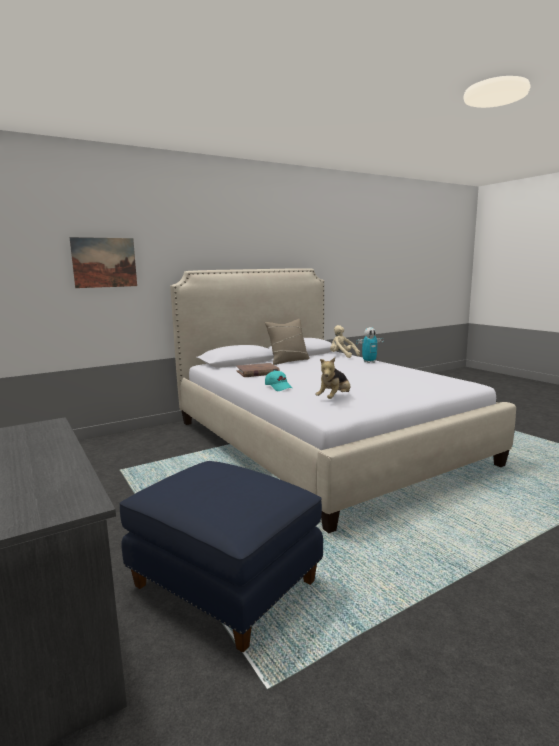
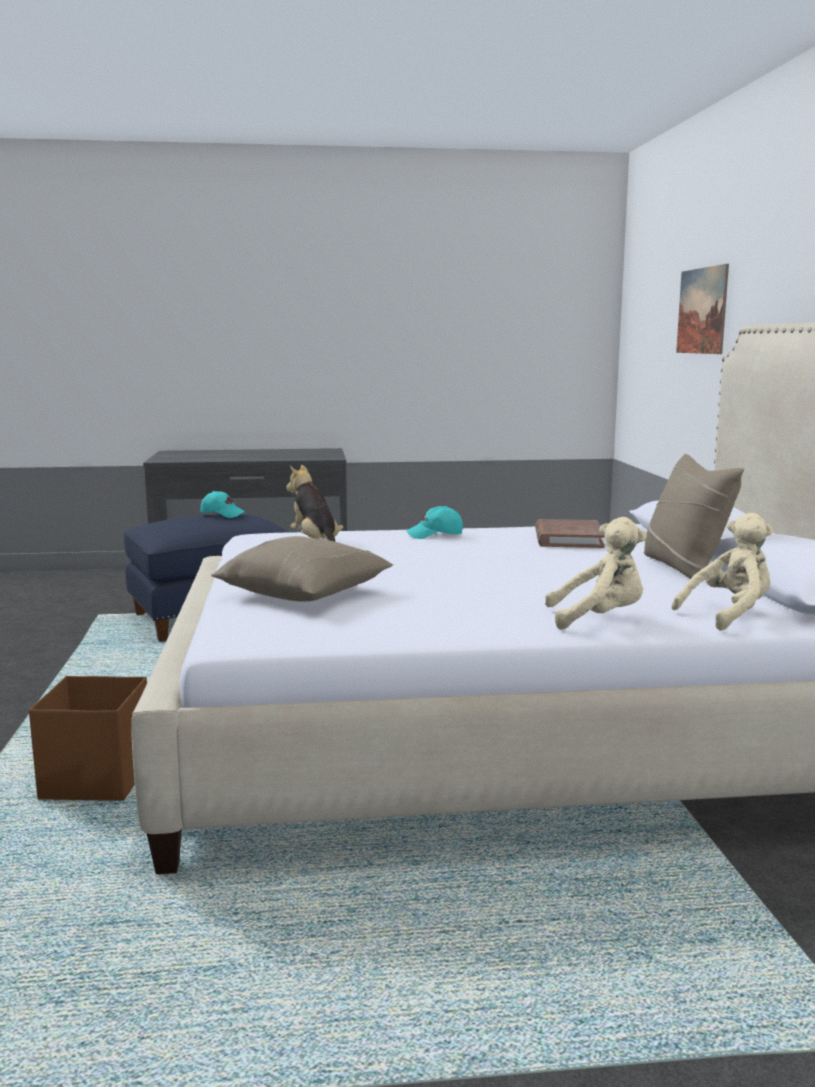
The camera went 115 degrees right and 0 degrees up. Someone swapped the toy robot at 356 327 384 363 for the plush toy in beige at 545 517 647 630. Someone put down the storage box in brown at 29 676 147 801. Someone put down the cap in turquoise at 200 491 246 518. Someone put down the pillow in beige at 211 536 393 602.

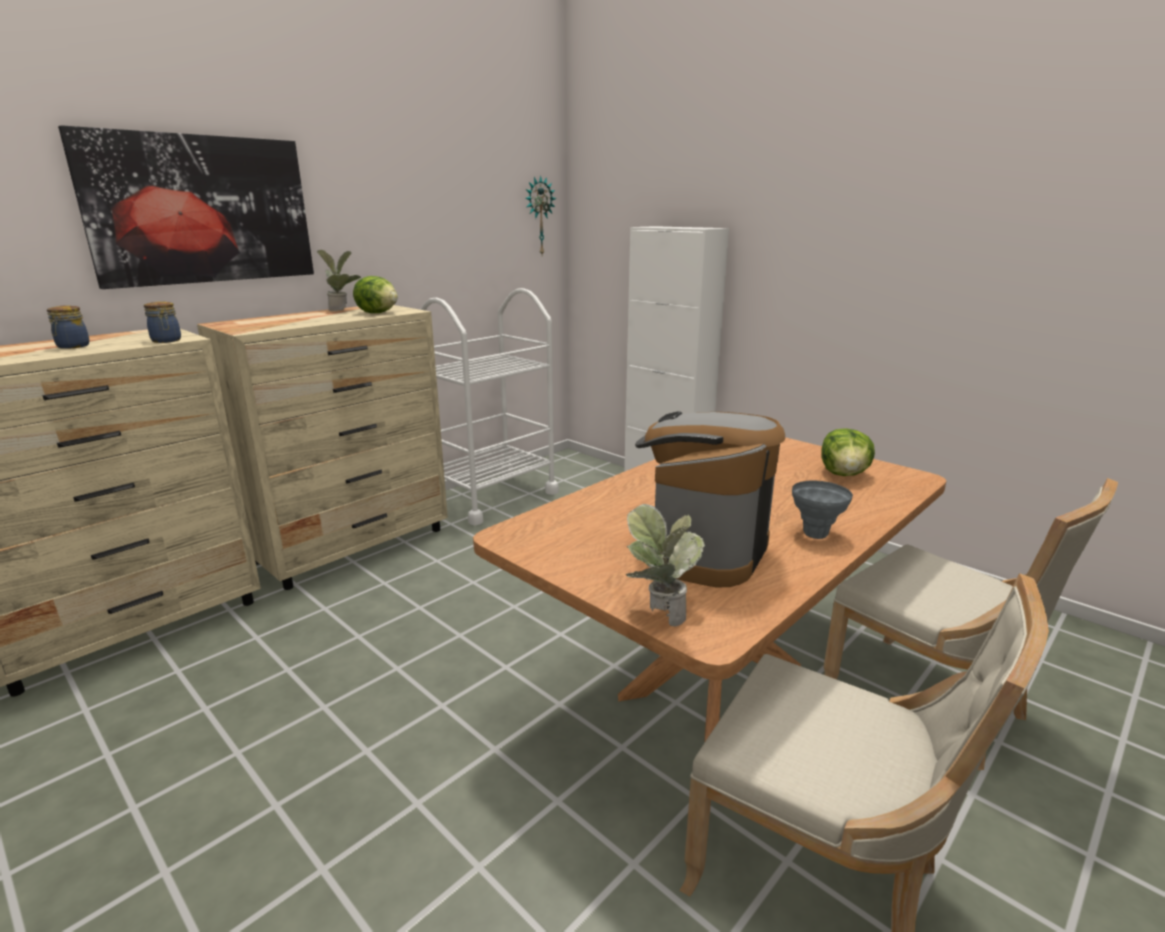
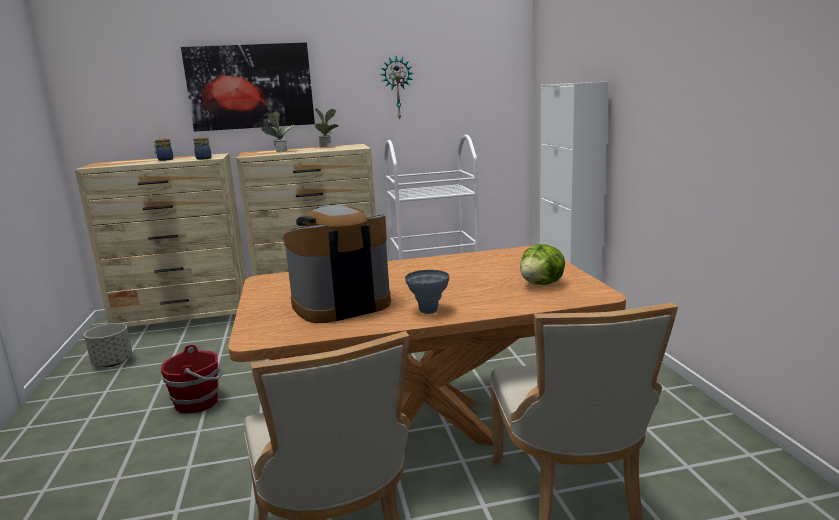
The camera went 35 degrees right and 5 degrees down. Someone took away the lettuce at 353 276 398 313. Someone carried the wall clock from 525 175 556 255 to 380 56 413 119. Someone carried the potted plant from 626 504 705 626 to 261 111 295 152. Someone put down the planter in grey at 84 323 132 367. Someone put down the bucket in red at 161 345 223 413.

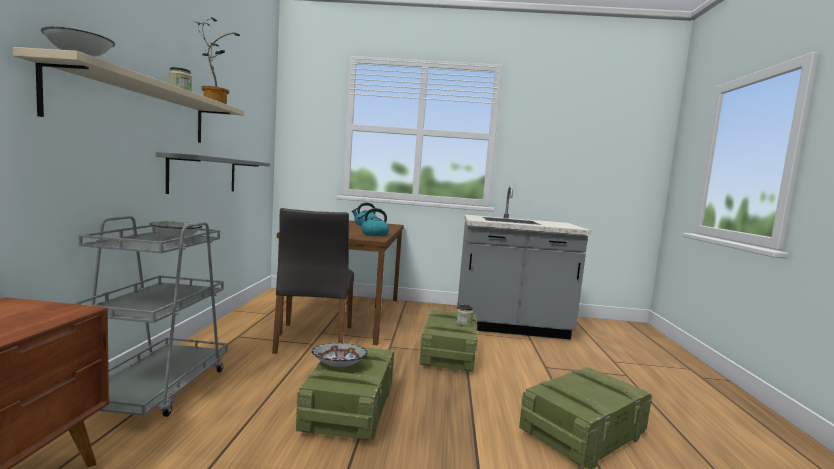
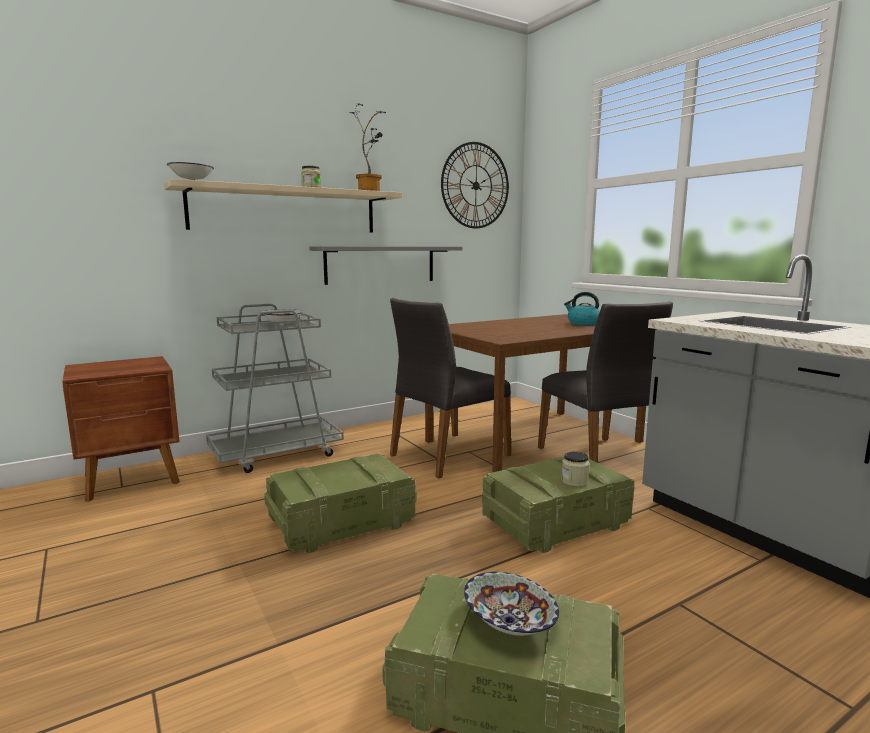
The camera went 55 degrees right and 5 degrees up. Someone carried the bowl from 312 343 367 367 to 464 572 559 636. Someone took away the kettle at 358 208 389 236. Someone put up the wall clock at 441 142 509 228. Someone put down the chair in grey at 538 301 673 463.

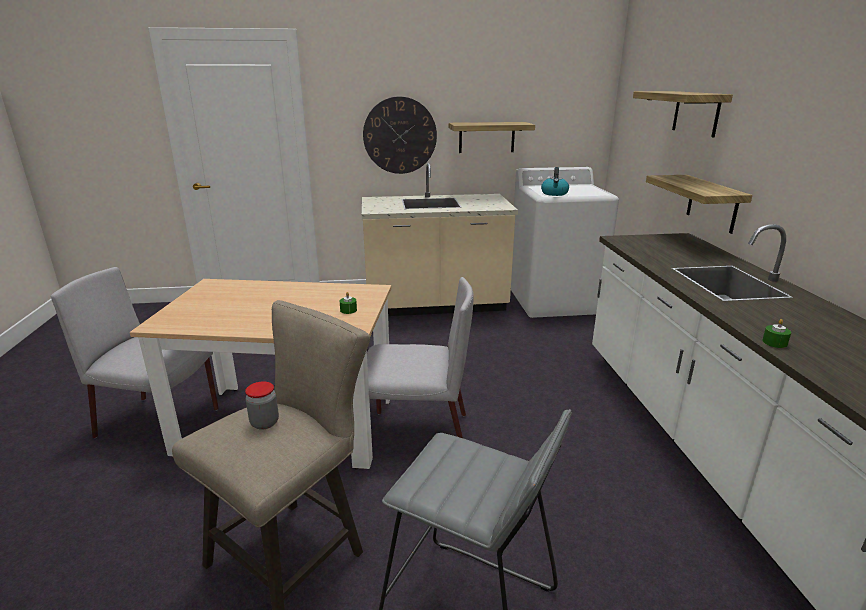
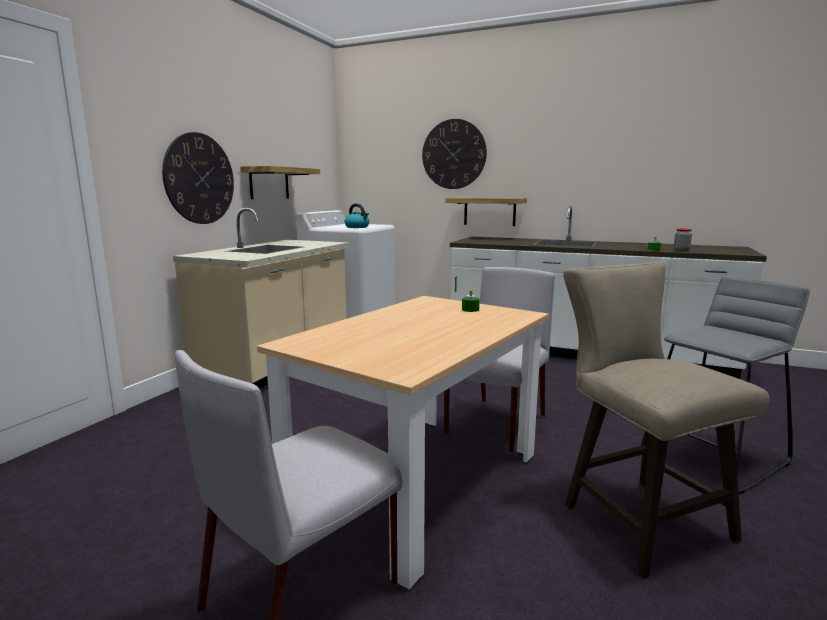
The camera went 60 degrees left and 10 degrees down. Someone carried the jar from 245 381 279 430 to 674 228 692 251. Someone swapped the shelf at 633 91 733 137 for the wall clock at 422 119 487 189.

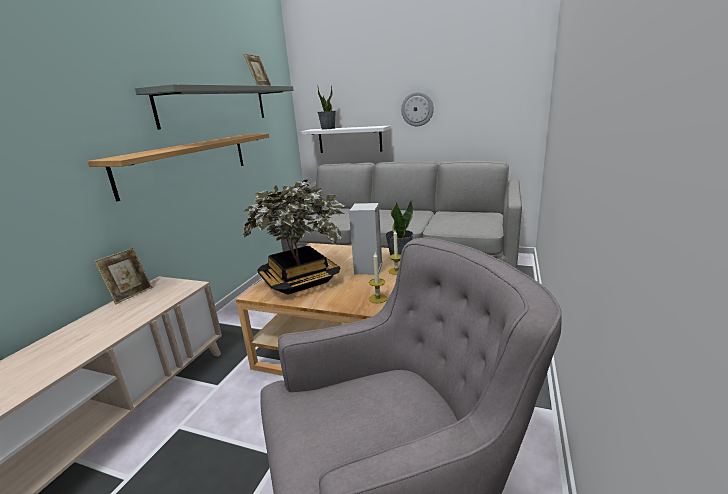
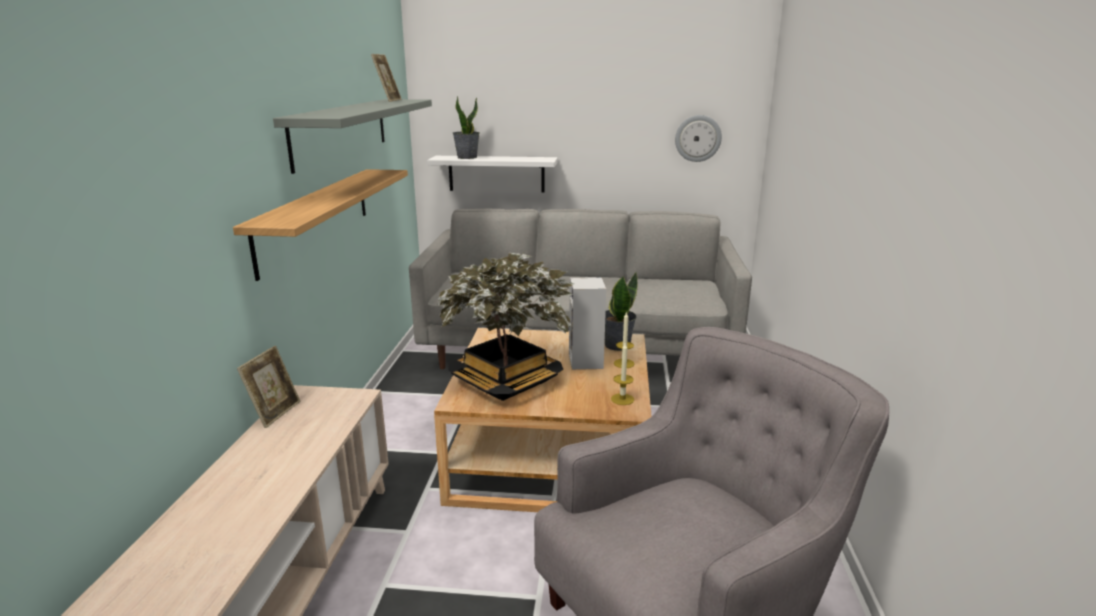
The camera went 15 degrees left and 0 degrees up. Someone carried the wall clock from 401 92 434 126 to 675 115 722 162.

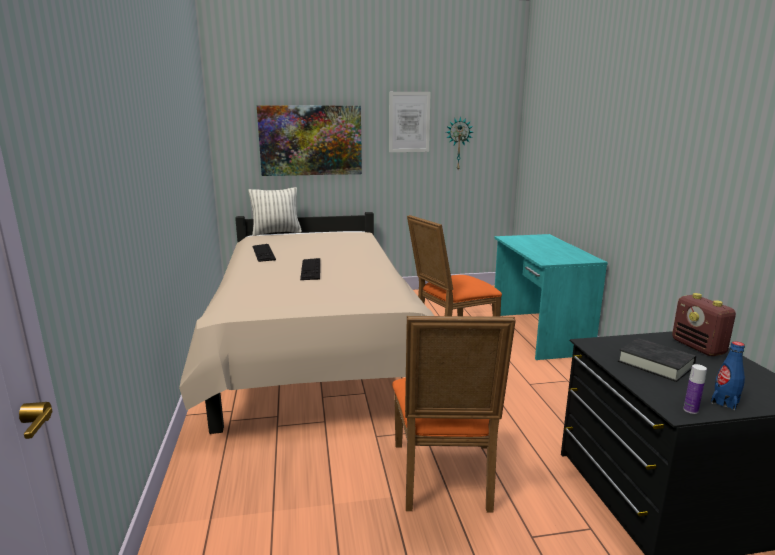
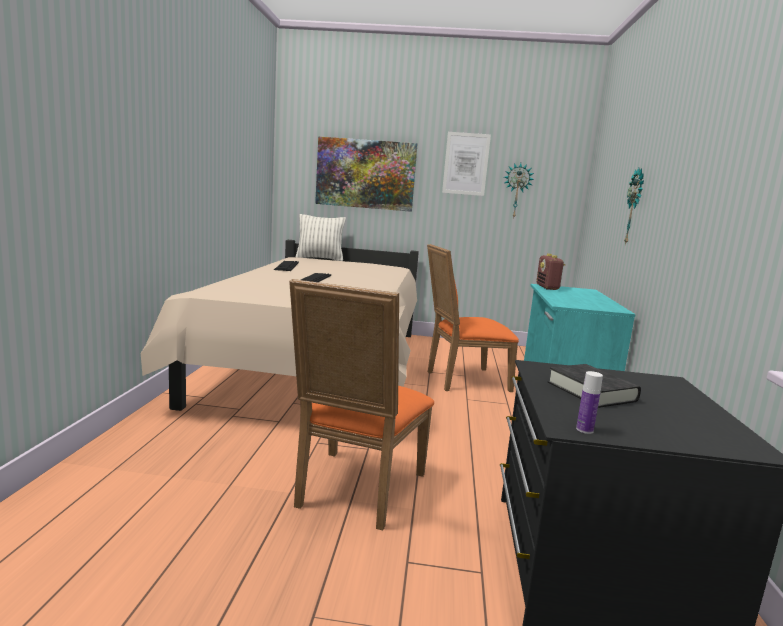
The camera went 15 degrees right and 5 degrees down. Someone carried the radio from 672 293 736 356 to 536 253 565 290. Someone took away the bottle in blue at 711 341 745 411. Someone put up the wall clock at 624 168 644 245.

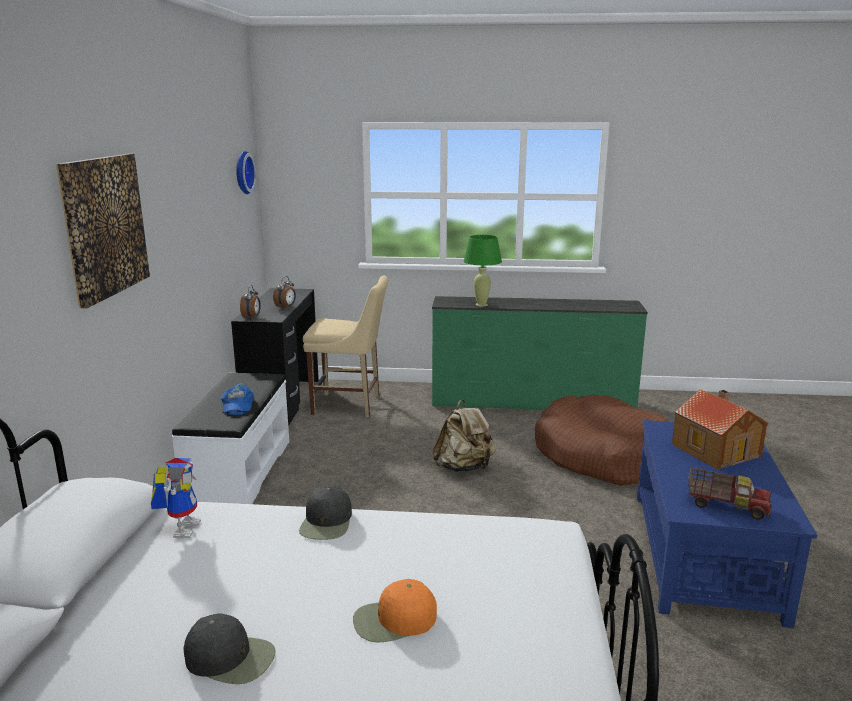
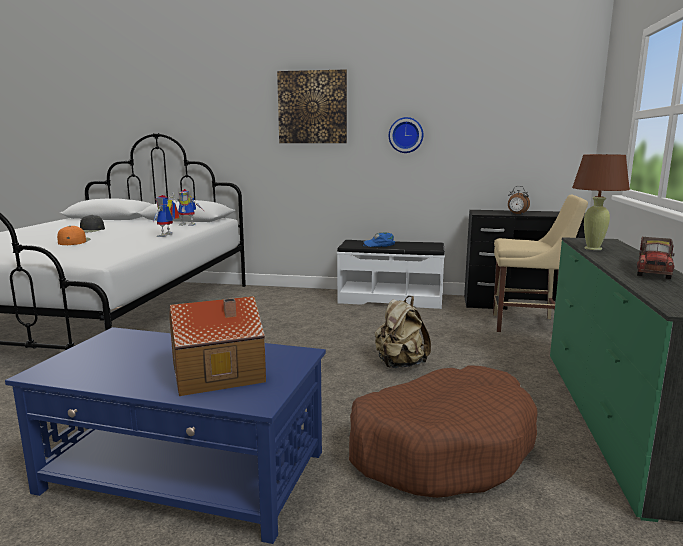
The camera went 95 degrees right and 5 degrees down. Someone carried the wall clock from 236 151 256 194 to 389 117 423 153. Someone took away the alarm clock at 240 285 261 320. Someone swapped the cap in black at 299 486 352 540 for the toy robot at 153 195 180 237. Someone rotated the chair in beige at 303 276 388 418 by 90 degrees counterclockwise. Someone repainted the table lamp in green at 464 235 502 307, which became the table lamp in brown at 572 154 630 250. Someone carried the toy truck from 688 468 771 520 to 637 237 675 279.

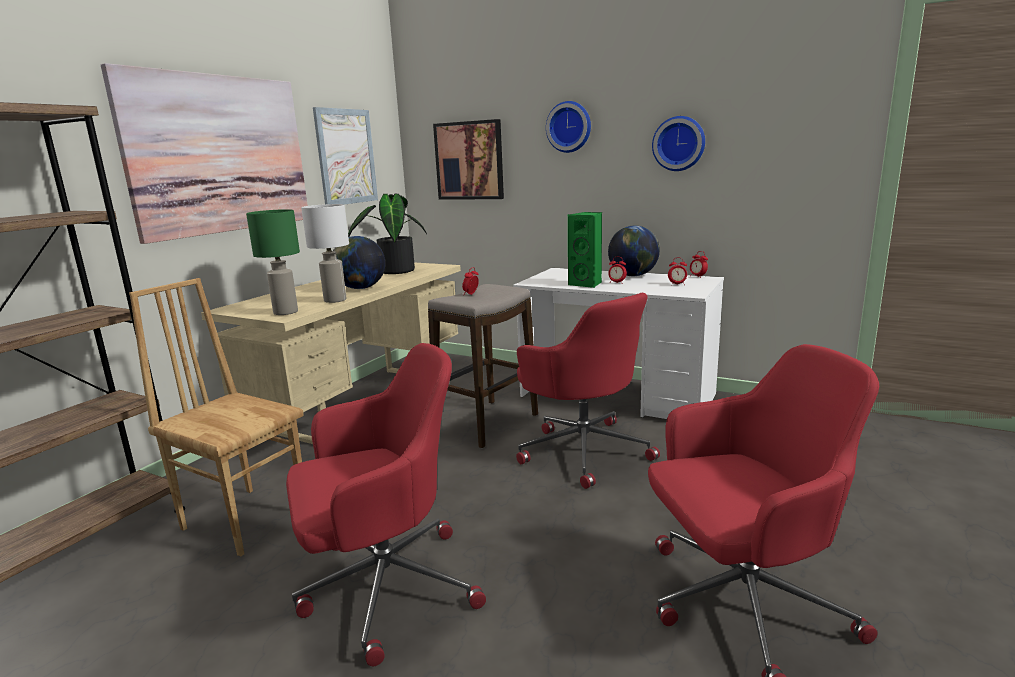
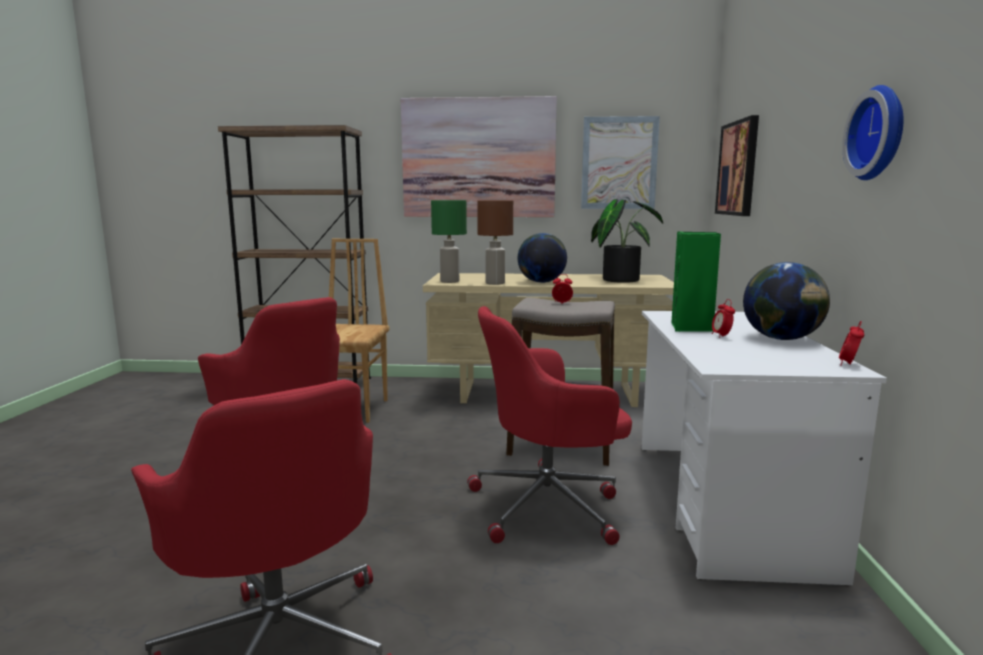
The camera went 65 degrees right and 5 degrees down. Someone repainted the table lamp in white at 301 204 349 303, which became the table lamp in brown at 477 200 513 285. Someone rotated the office chair in red at 516 293 660 489 by 45 degrees clockwise. Someone took away the wall clock at 546 101 591 153. Someone took away the alarm clock at 668 257 687 285.

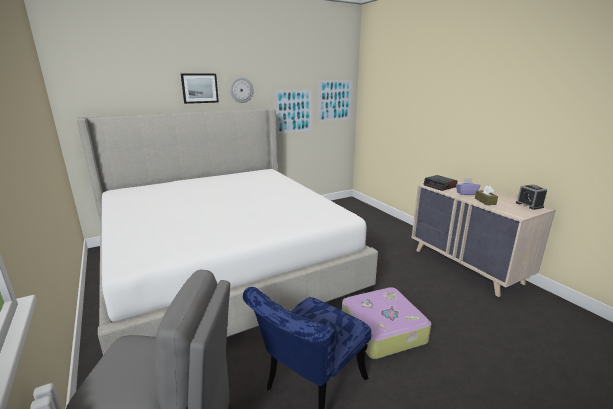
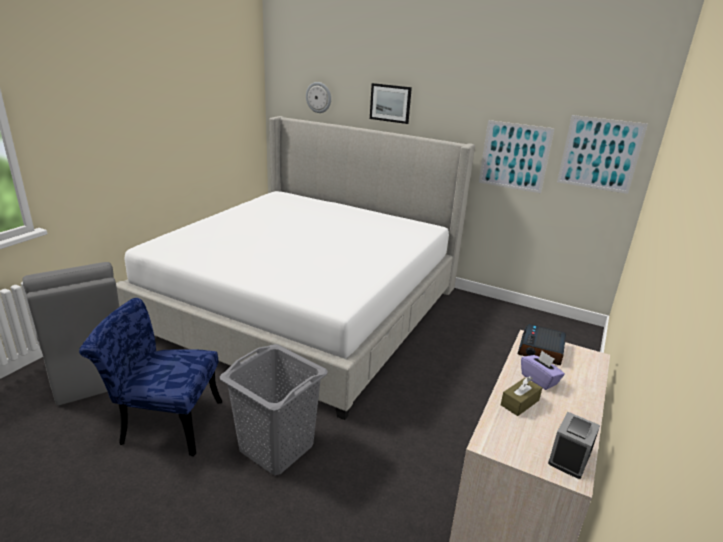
The camera went 55 degrees right and 5 degrees up. Someone carried the wall clock from 230 77 254 103 to 306 82 331 113. Someone swapped the suitcase at 342 287 431 359 for the laundry basket in grey at 220 344 328 475.

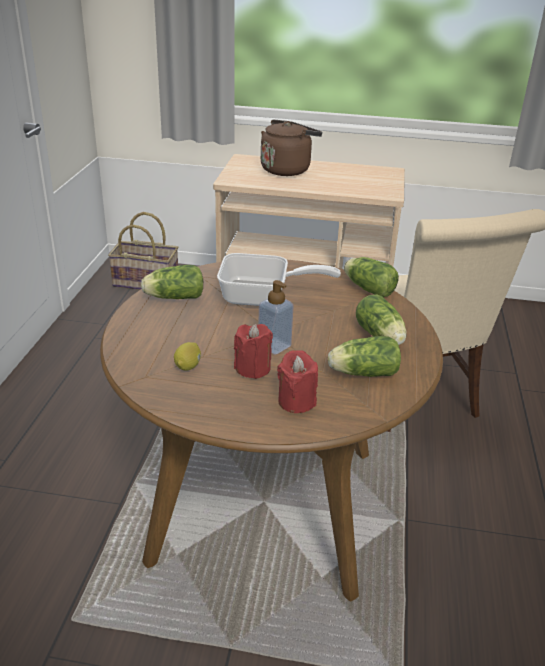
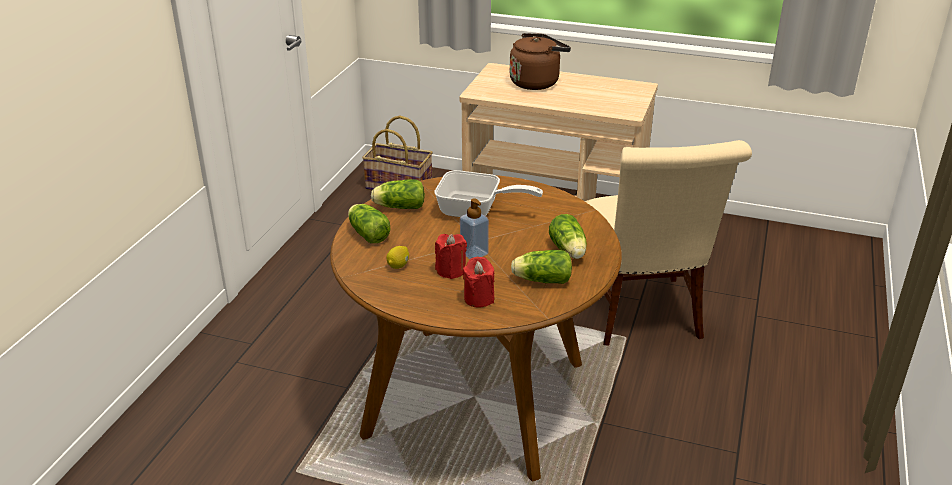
The camera went 10 degrees right and 0 degrees up. Someone carried the lettuce from 344 257 399 297 to 348 204 391 243.

